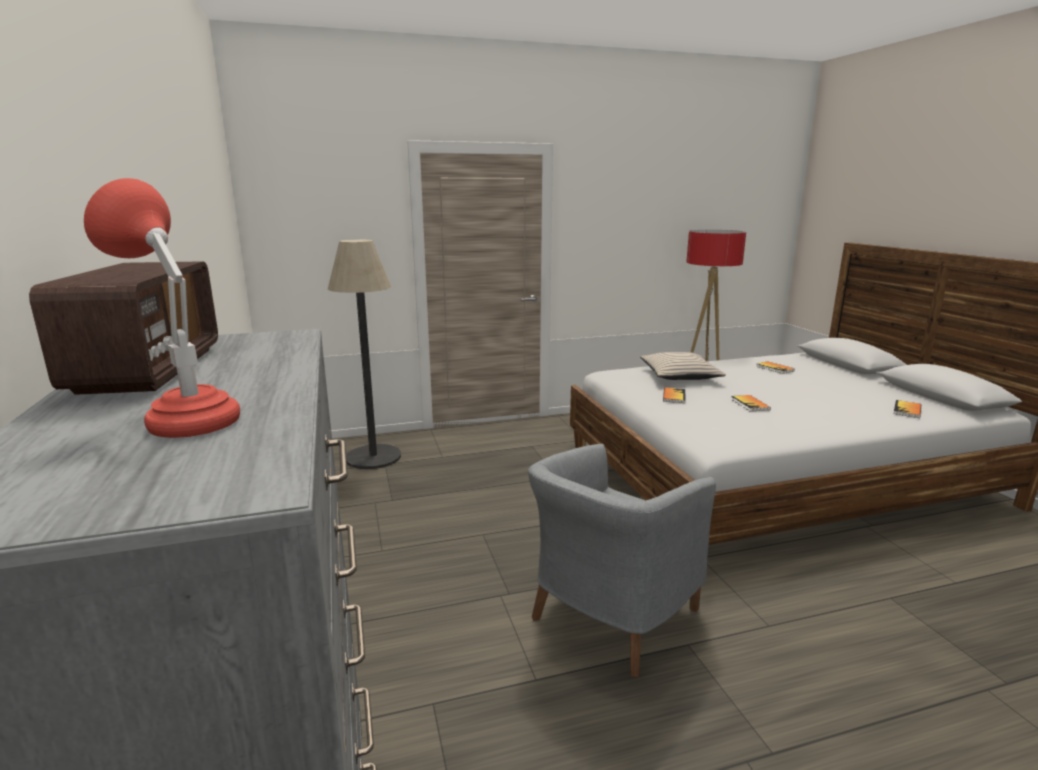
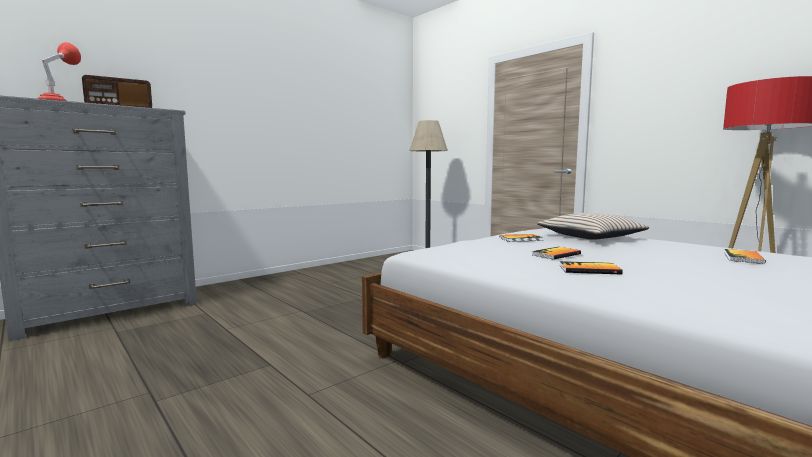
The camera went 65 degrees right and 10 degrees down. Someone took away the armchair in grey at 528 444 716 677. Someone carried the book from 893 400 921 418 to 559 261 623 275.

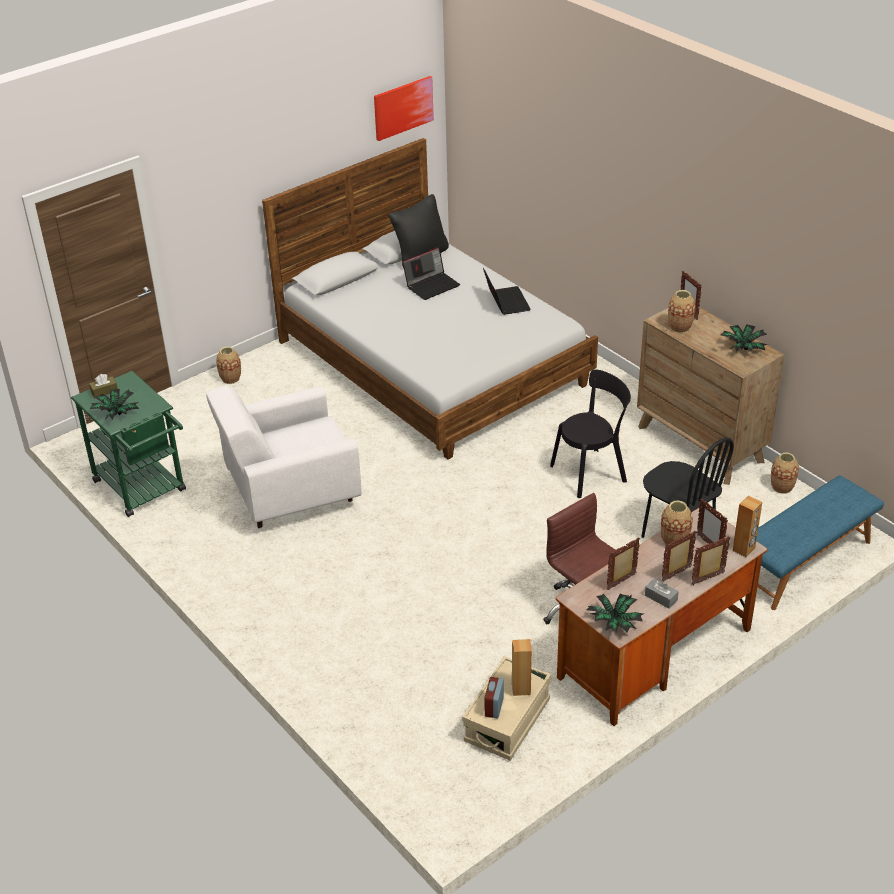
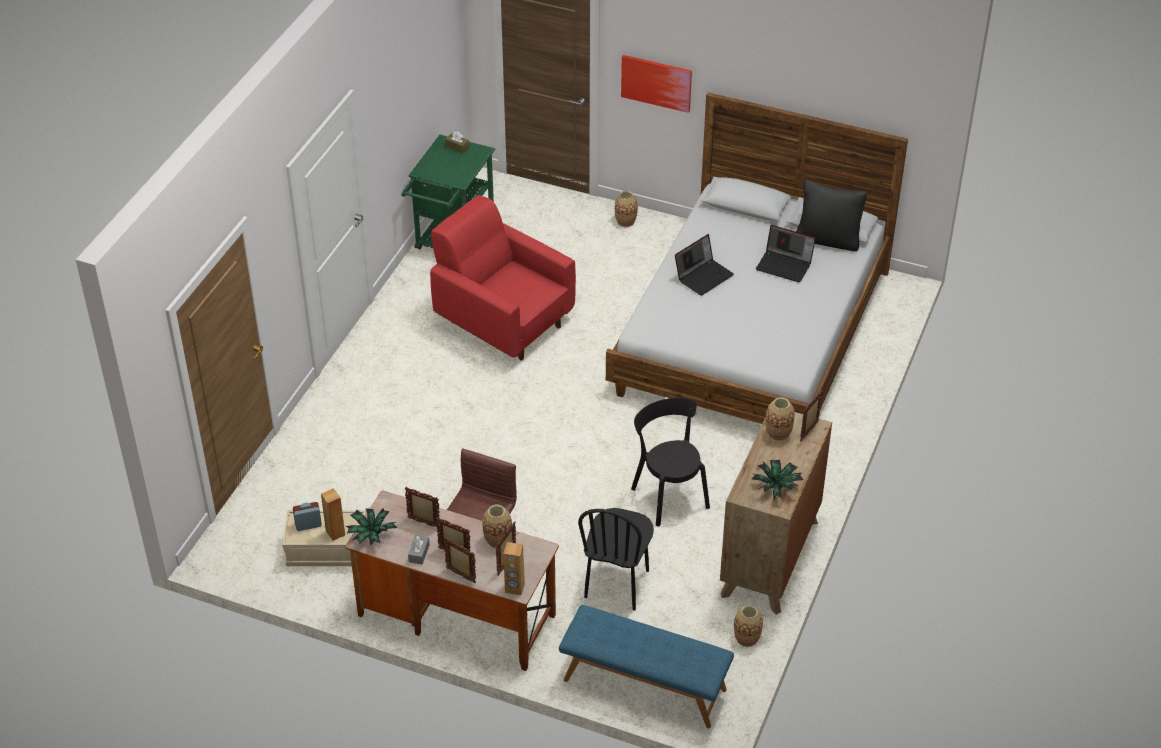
The camera went 60 degrees right and 5 degrees up. Someone took away the potted plant at 90 389 139 420. Someone repainted the armchair in white at 206 386 362 528, which became the armchair in red at 430 195 576 361. Someone carried the picture from 374 76 434 141 to 621 55 692 113. Someone carried the laptop from 483 268 531 315 to 675 234 734 296. Someone rotated the chair in black at 550 369 631 498 by 150 degrees counterclockwise.

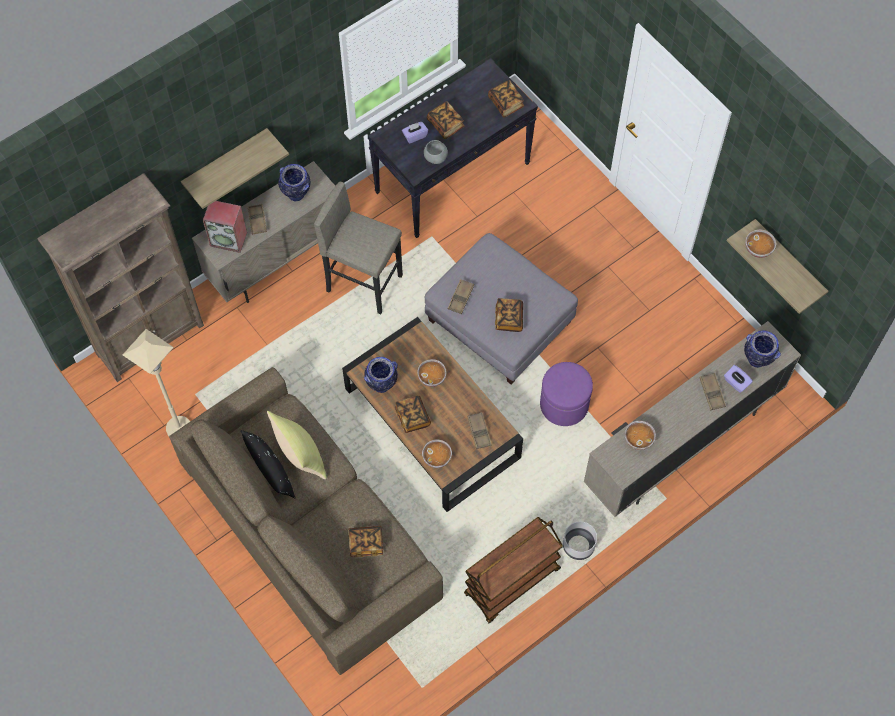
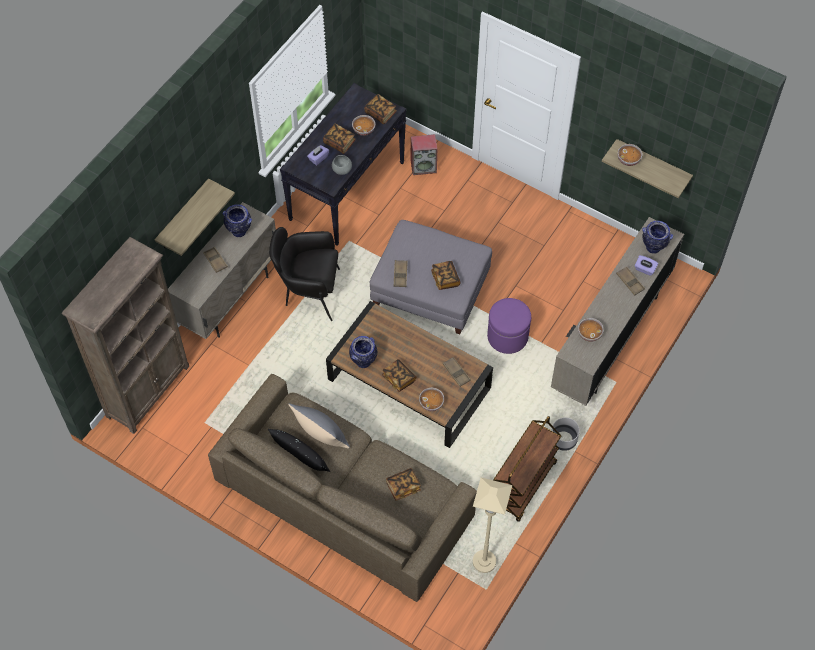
The camera went 20 degrees left and 5 degrees down. Someone carried the floor lamp in beige from 123 329 190 436 to 473 477 512 573. Someone carried the speaker from 203 201 247 253 to 411 134 437 175. Someone repainted the pillow in yellow at 267 411 327 479, which became the pillow in grey at 288 403 350 448. Someone swapped the stool in grey at 314 182 403 315 for the armchair in black at 269 227 340 321. Someone carried the bowl from 417 359 447 387 to 352 115 375 136.

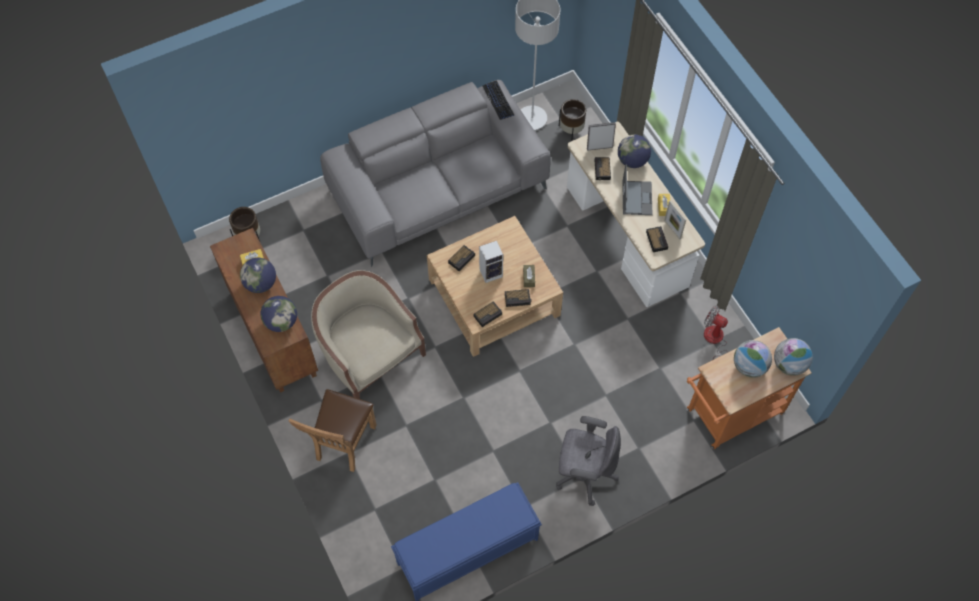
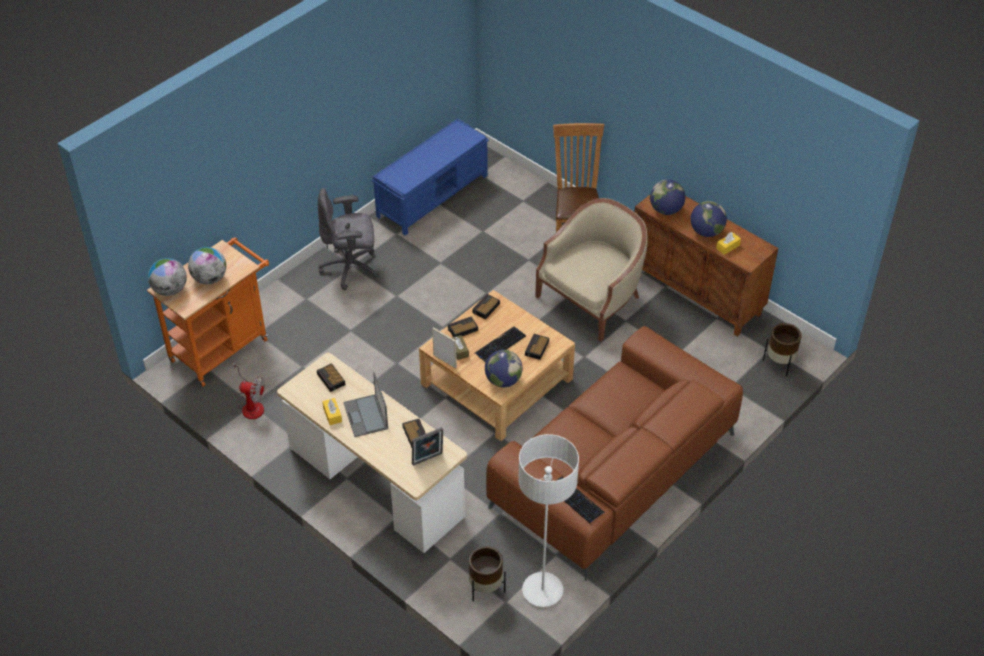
The camera went 160 degrees right and 15 degrees down. Someone rotated the armchair in beige at 311 270 426 399 by 75 degrees counterclockwise. Someone repainted the sofa in grey at 320 80 551 267, which became the sofa in brown at 486 326 743 581. Someone swapped the speaker at 479 241 503 283 for the keyboard at 475 326 526 362. Someone carried the globe from 618 135 651 168 to 485 350 522 387. Someone carried the picture frame from 664 200 686 240 to 432 327 457 369.

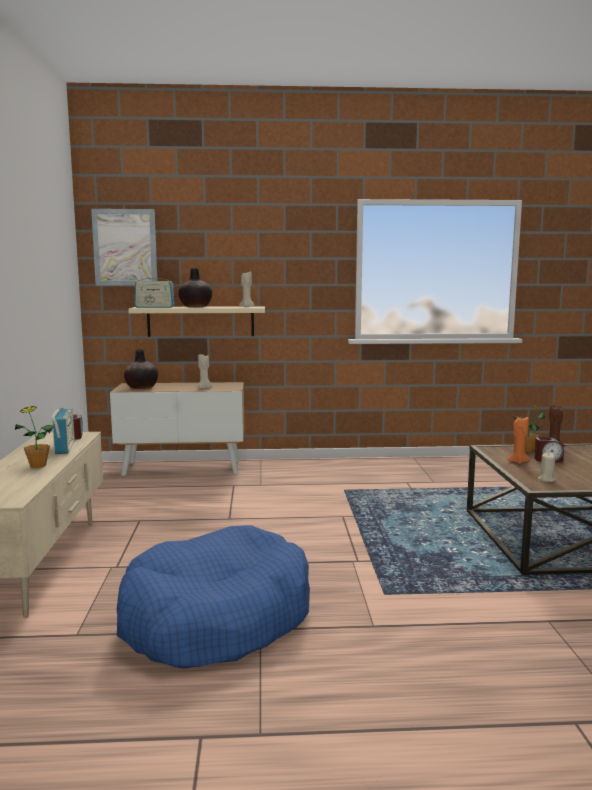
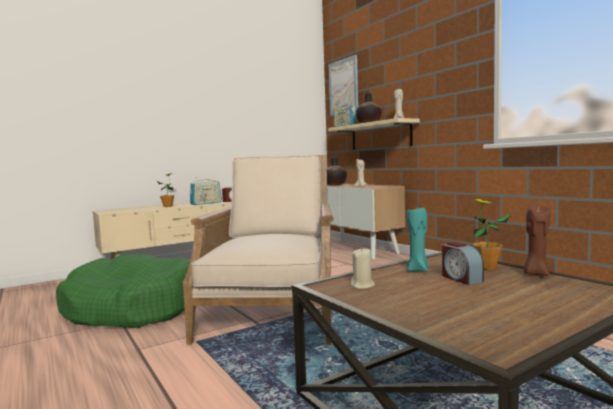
The camera went 60 degrees right and 5 degrees down. Someone repainted the dog bed in blue at 116 525 310 668, which became the dog bed in green at 56 254 190 328. Someone repainted the candle in orange at 507 417 531 464, which became the candle in turquoise at 407 208 428 272. Someone put down the armchair in beige at 183 155 334 345.

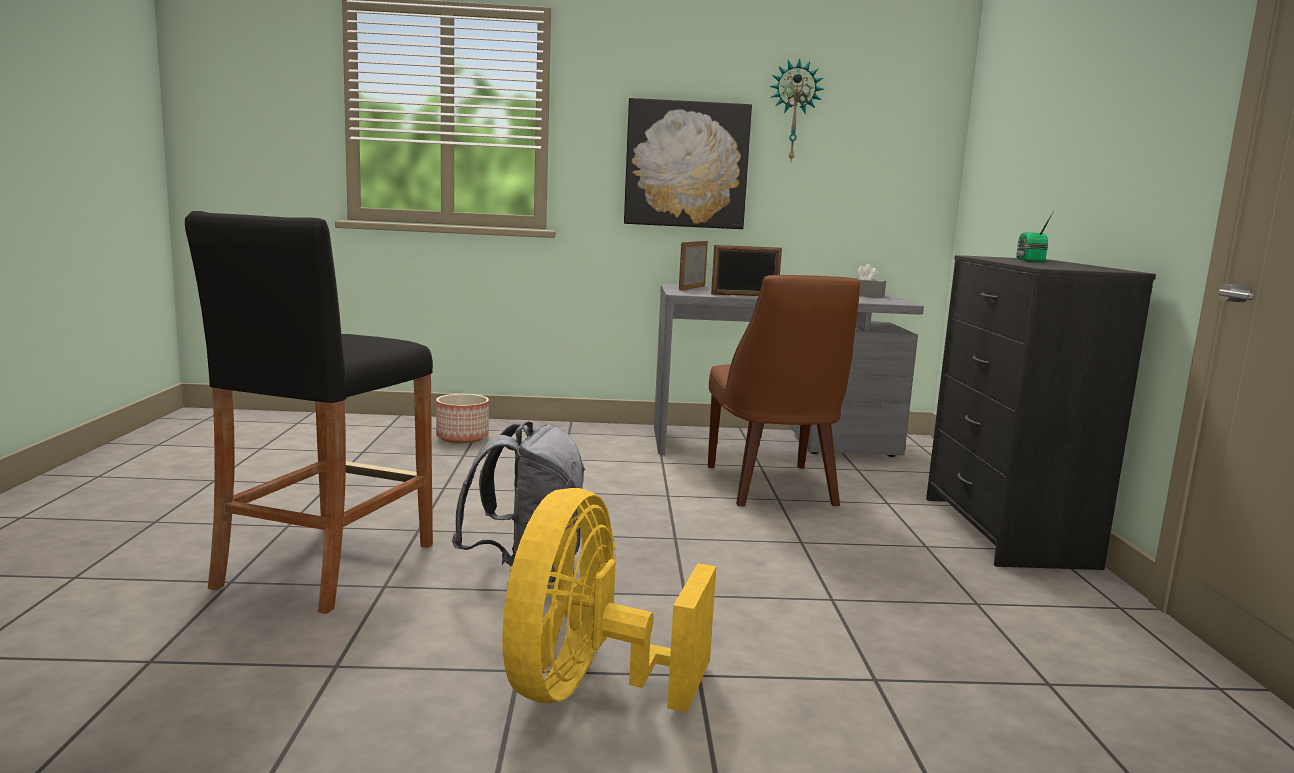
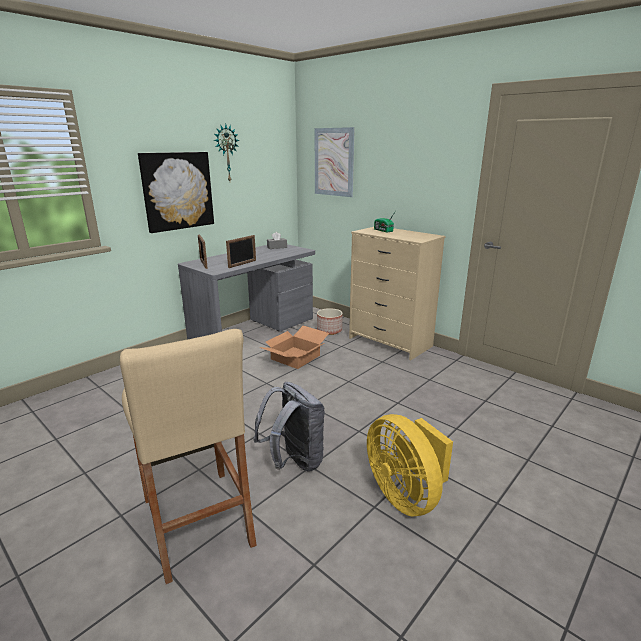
The camera went 45 degrees left and 10 degrees up. Someone repainted the stool in black at 185 211 433 614, which became the stool in beige at 120 329 257 584. Someone carried the planter from 436 394 489 443 to 317 308 343 335. Someone swapped the chair in brown at 708 275 860 507 for the cardboard box at 259 326 329 369. Someone repainted the dresser in black at 926 255 1156 570, which became the dresser in beige at 349 227 446 360. Someone put up the picture at 315 127 355 197.

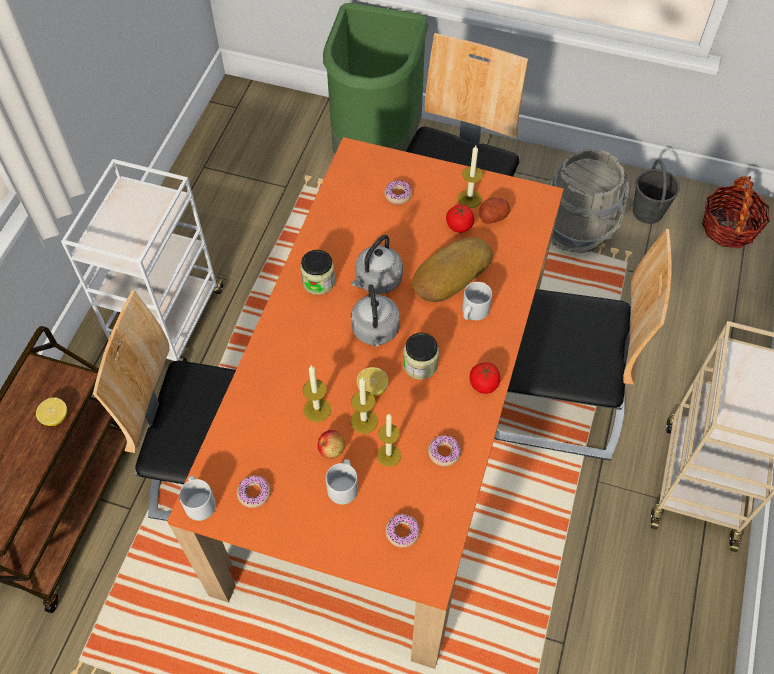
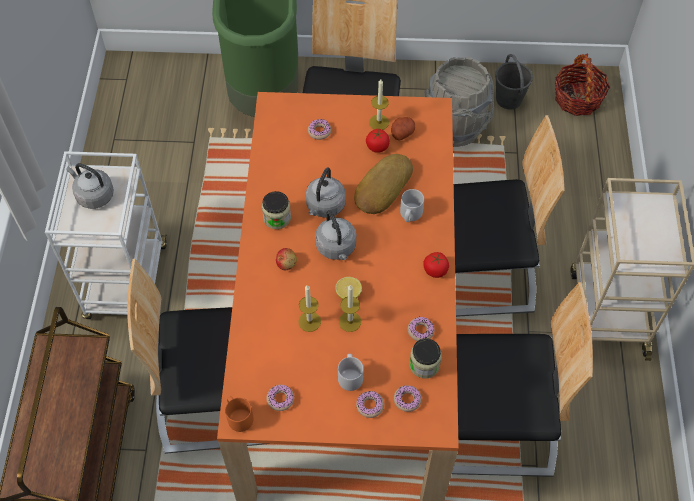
The camera went 15 degrees left and 0 degrees up. Someone took away the lemon at 36 397 67 426. Someone repainted the mug in grey at 179 476 216 521, which became the mug in orange at 225 396 254 432. Someone carried the apple from 318 430 345 459 to 276 248 297 270. Someone took away the candle at 377 414 401 467. Someone carried the jar from 403 333 439 379 to 409 338 442 378. Someone put down the kettle in grey at 66 163 114 209. Someone put down the donut at 356 391 384 418. Someone put down the chair at 452 282 593 477.

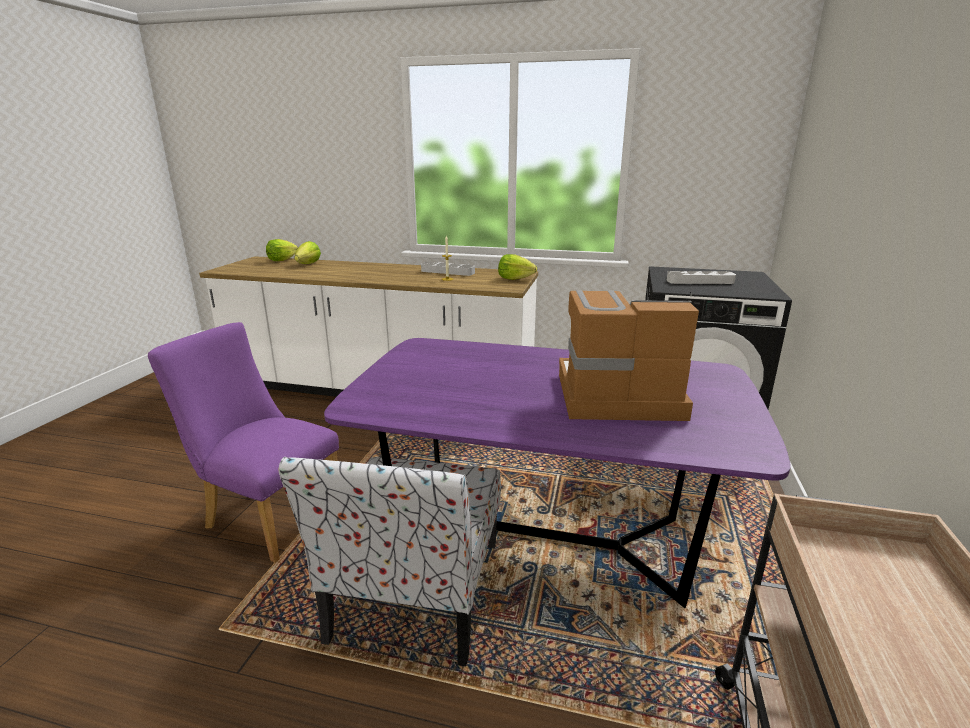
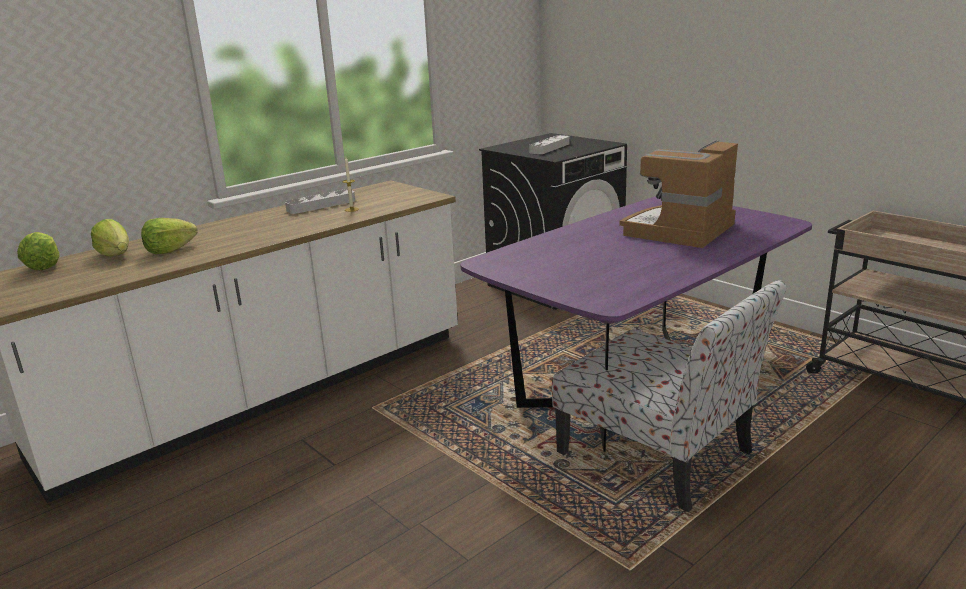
The camera went 55 degrees left and 0 degrees up. Someone took away the chair in purple at 148 322 339 563. Someone carried the lettuce from 498 254 537 280 to 141 218 198 254.

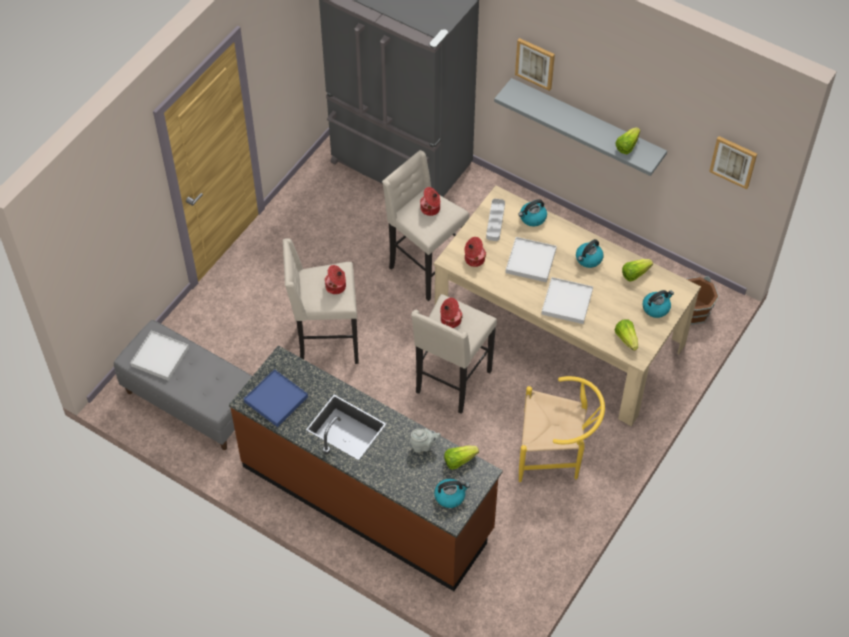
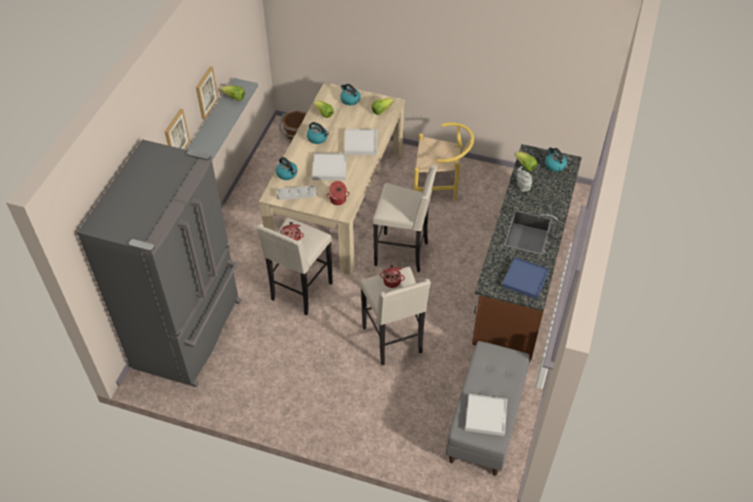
The camera went 105 degrees left and 5 degrees down. Someone took away the cooking pot at 440 298 463 328. Someone rotated the chair in yellow at 519 376 605 482 by 105 degrees clockwise. Someone carried the picture from 709 136 757 189 to 196 66 218 119.

